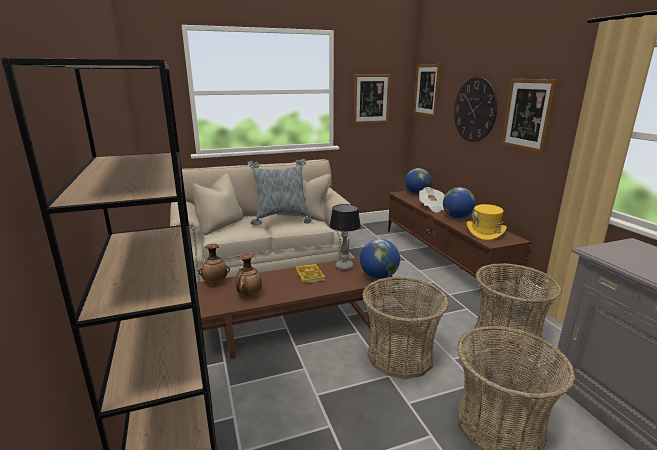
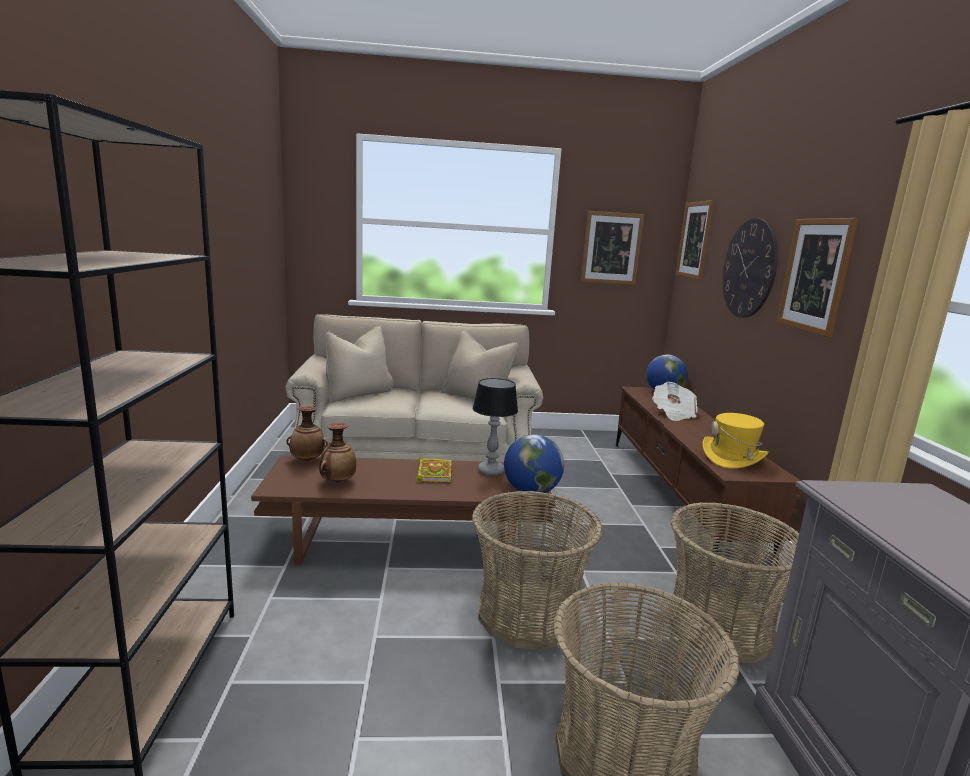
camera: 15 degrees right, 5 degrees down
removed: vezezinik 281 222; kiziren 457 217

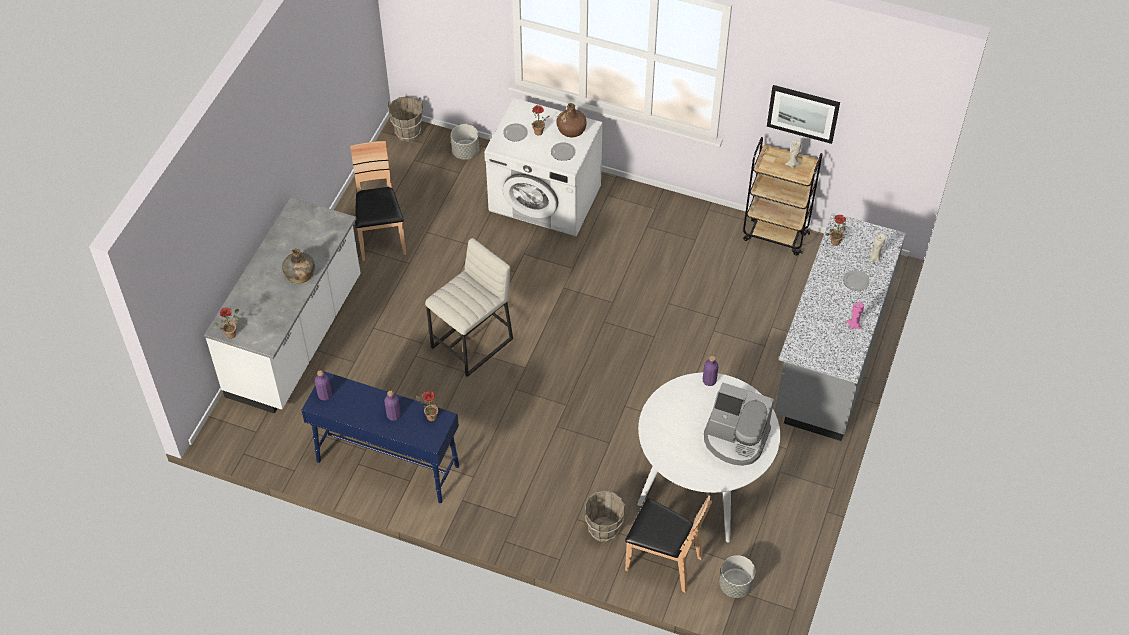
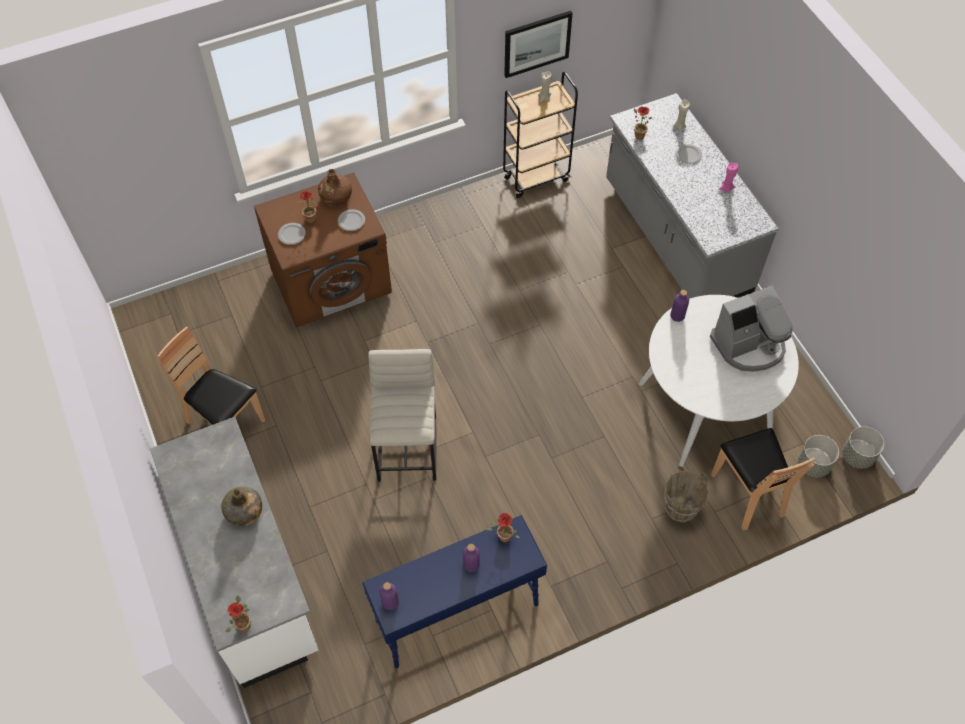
camera: 45 degrees left, 5 degrees up
removed: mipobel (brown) 408 133
moved: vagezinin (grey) 465 152 to 857 456
recoloured: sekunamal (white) 545 202 to sekunamal (brown) 333 285
turned: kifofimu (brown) 663 562 = 748 493 90 degrees clockwise

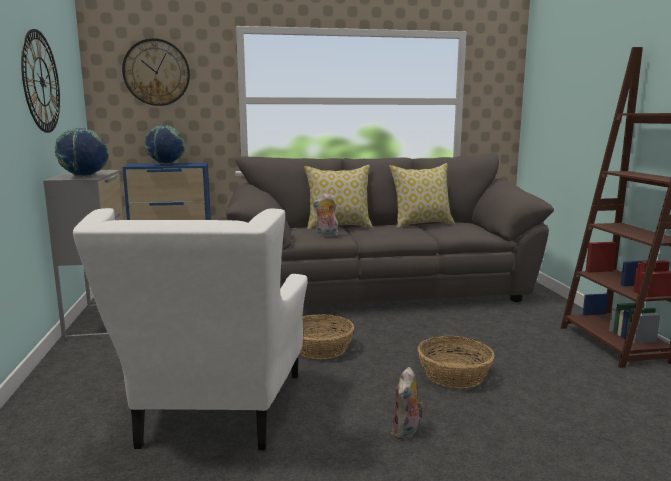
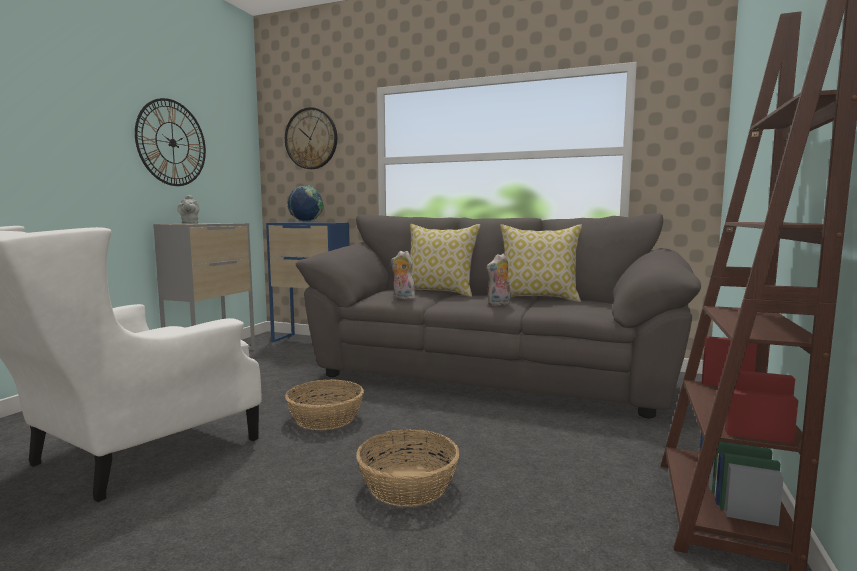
camera: 30 degrees right, 5 degrees down
moved: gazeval 406 432 to 499 304
replaced: kiziren 84 177 to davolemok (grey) 189 223

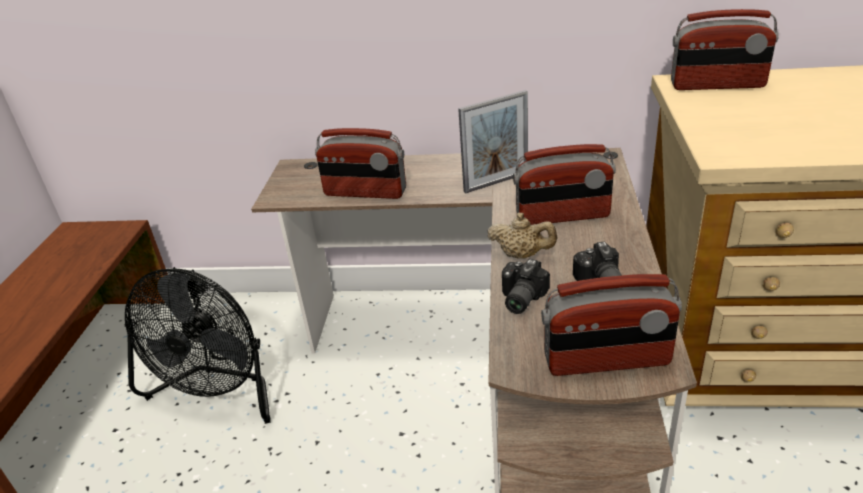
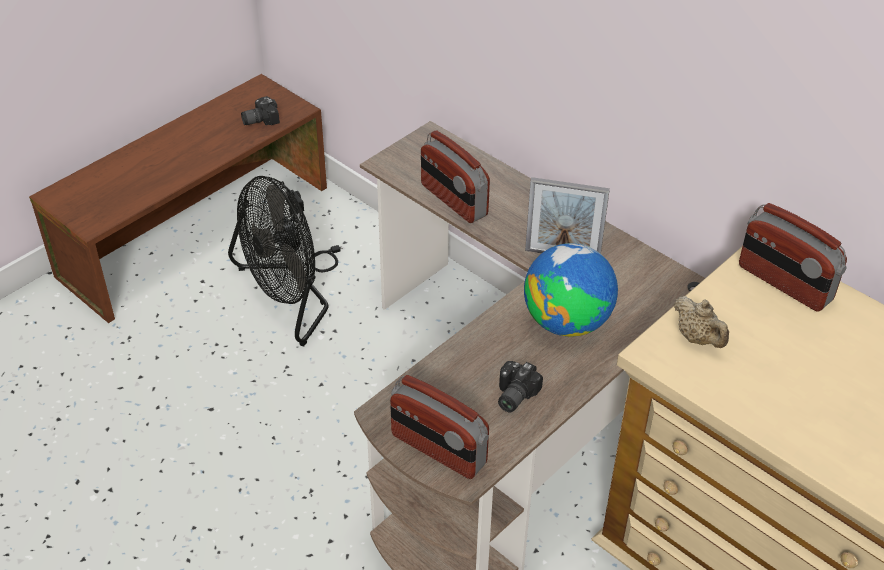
camera: 35 degrees right, 10 degrees up
moved: davolemok (beige) 522 255 to 698 338; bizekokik 519 298 to 259 119
replaced: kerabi 562 216 to kiziren 567 322

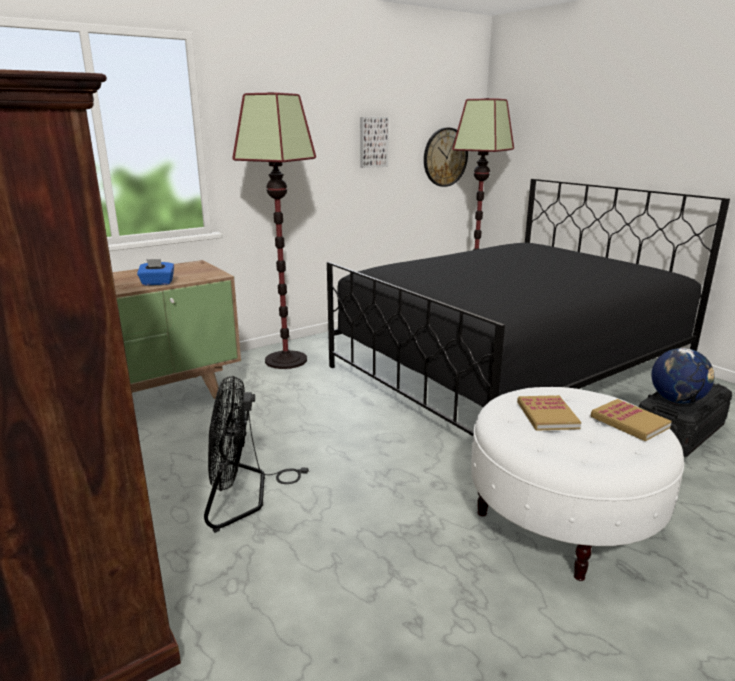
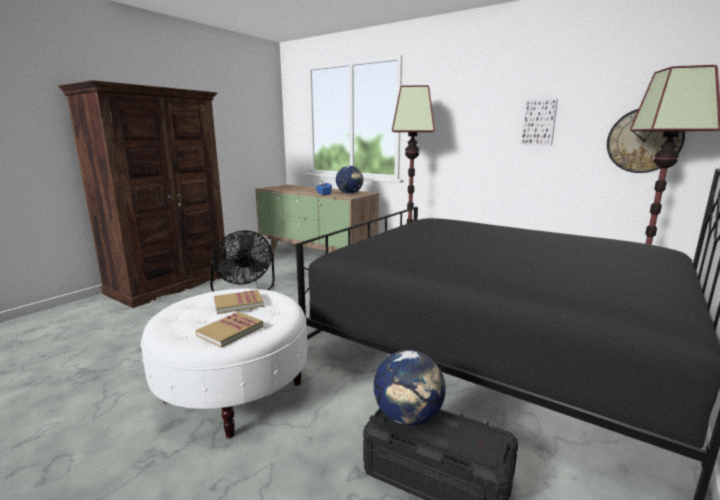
camera: 70 degrees right, 5 degrees down
added: kiziren 349 193

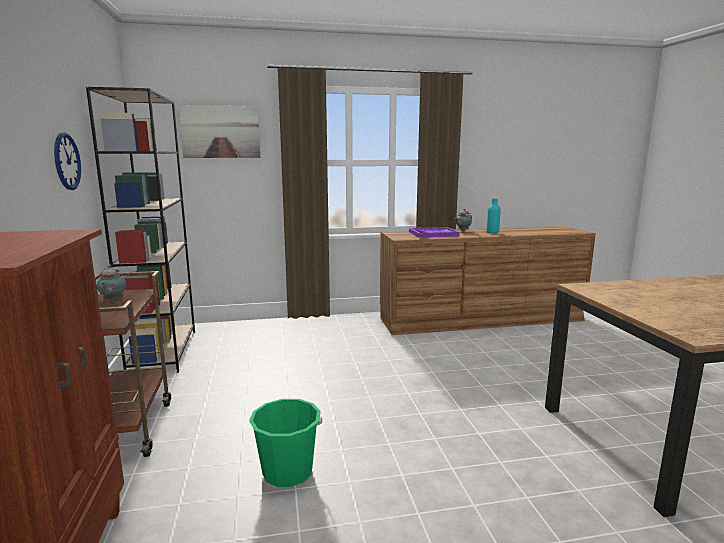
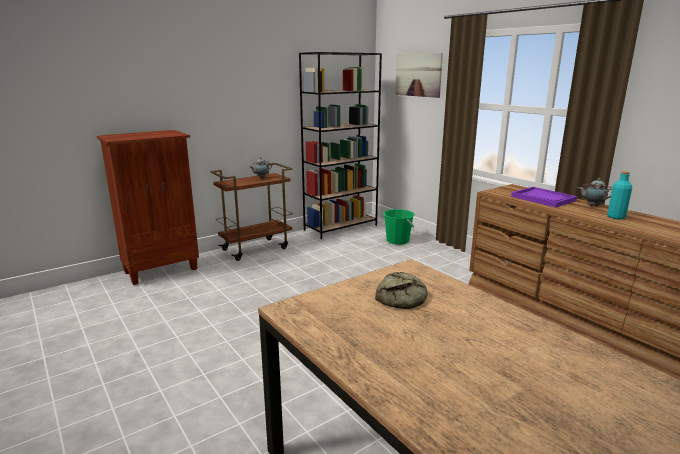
camera: 65 degrees right, 5 degrees up
removed: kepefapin 67 161
added: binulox 403 297
moved: mipobel (green) 288 471 to 397 241

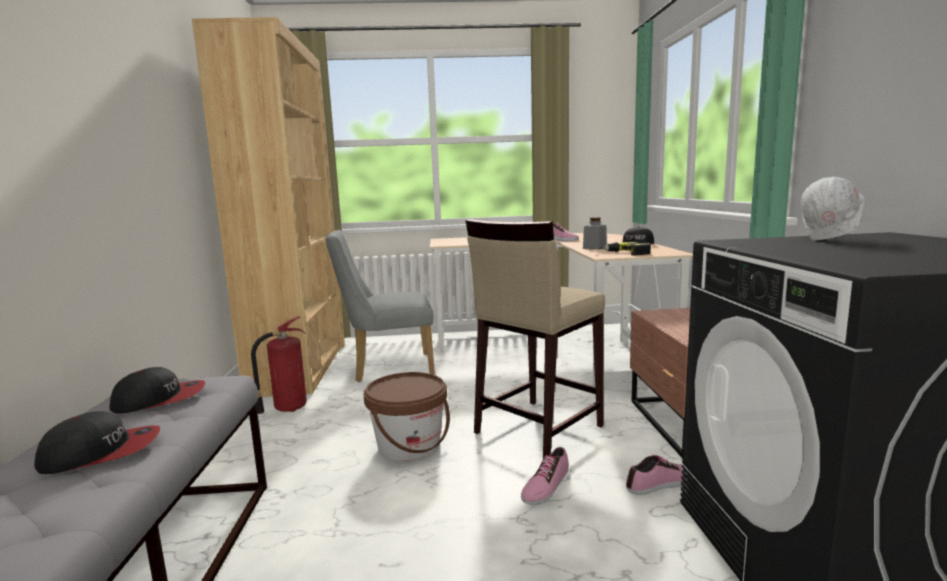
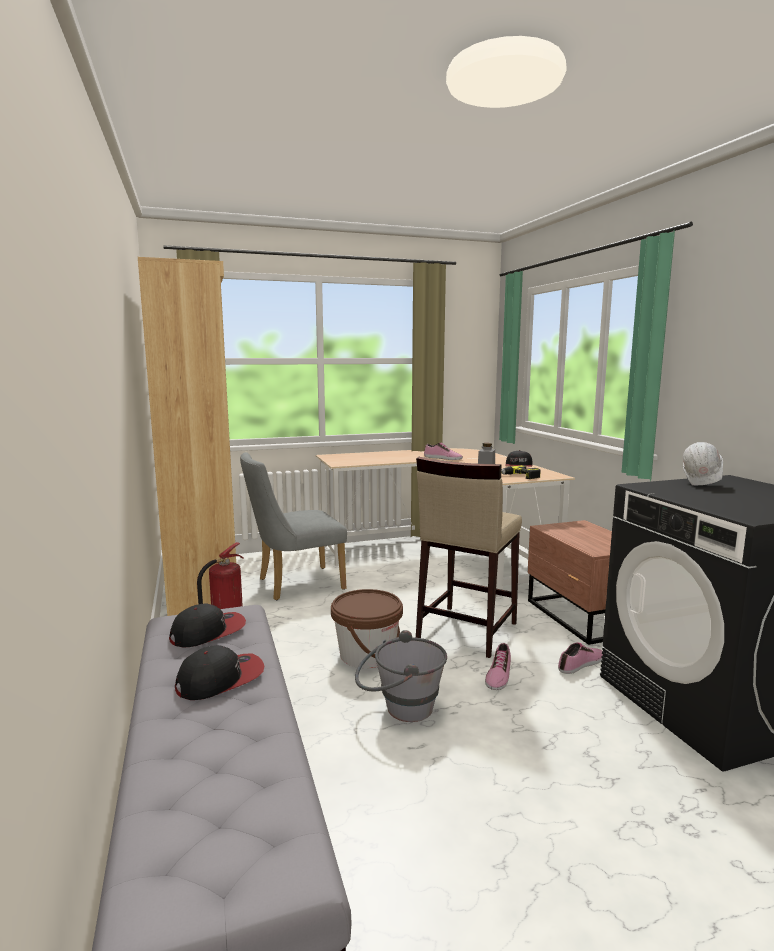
camera: 15 degrees left, 0 degrees up
added: mipobel (grey) 399 708

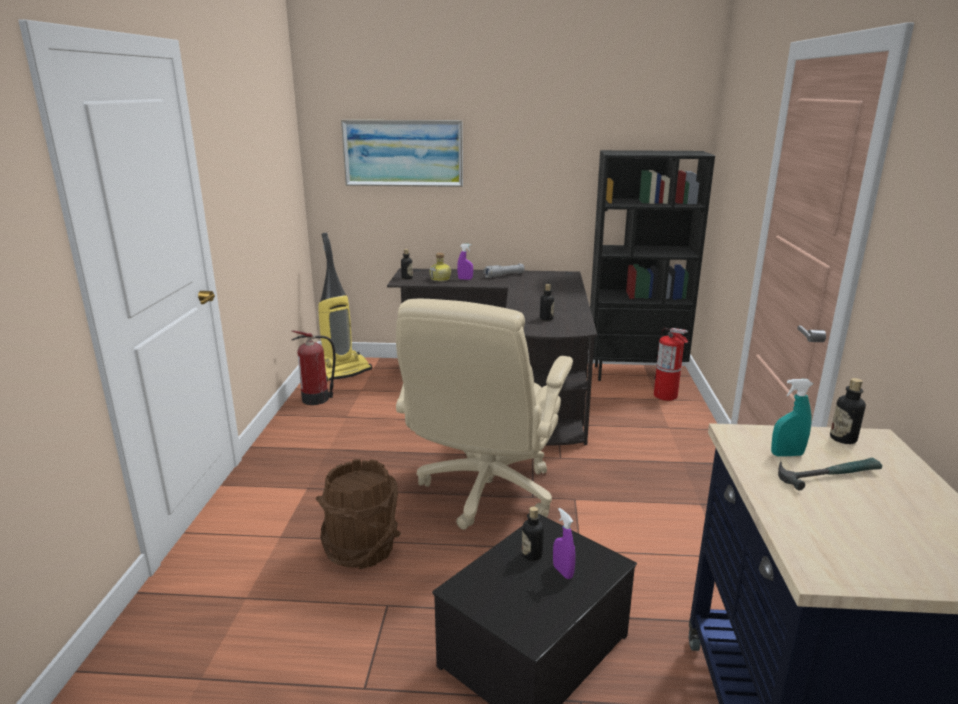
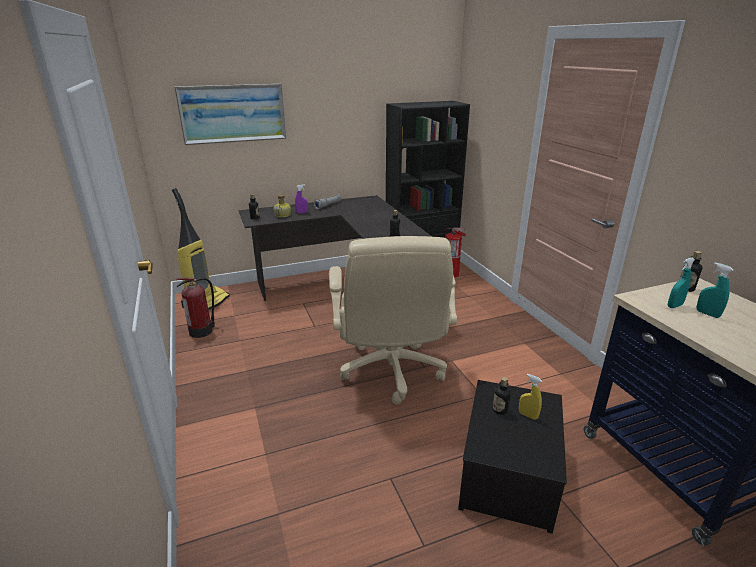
camera: 25 degrees left, 5 degrees up
removed: mipobel (brown) 362 549
replaced: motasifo 827 475 to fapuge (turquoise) 707 314
recoloured: fapuge (purple) 563 571 to fapuge (yellow) 528 415

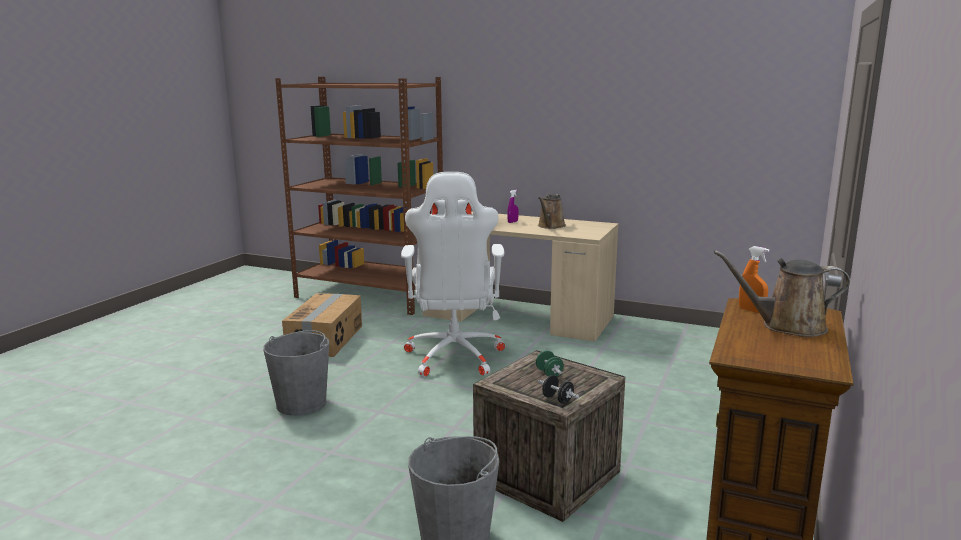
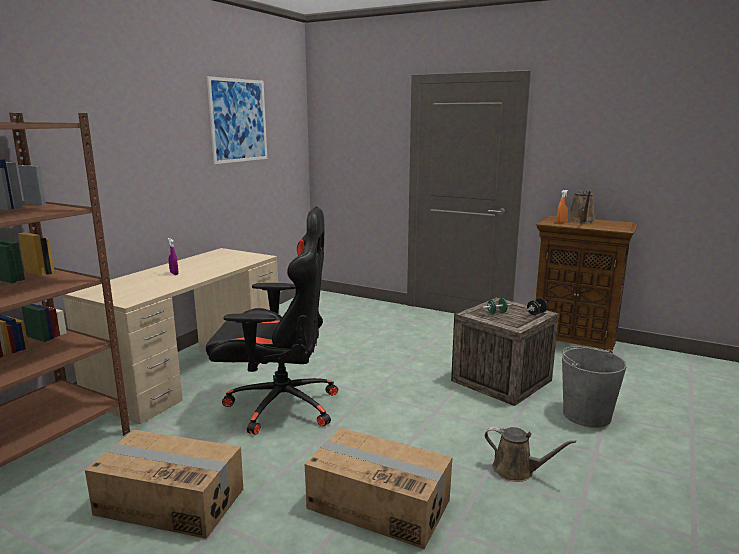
camera: 85 degrees left, 0 degrees up
added: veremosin 238 120
moved: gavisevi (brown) 550 226 to 517 471
replaced: mipobel (grey) 302 403 to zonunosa 379 503
recoloured: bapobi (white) 454 353 to bapobi (black) 274 406

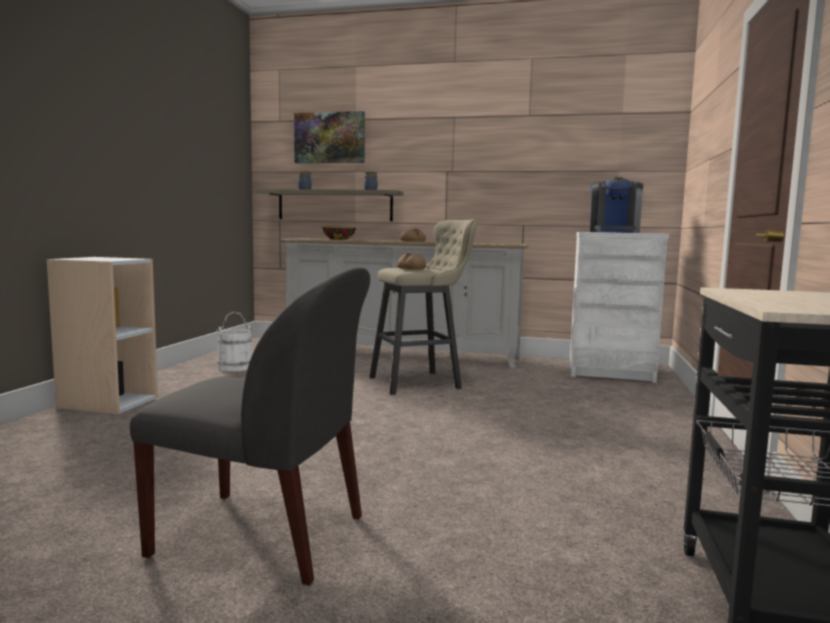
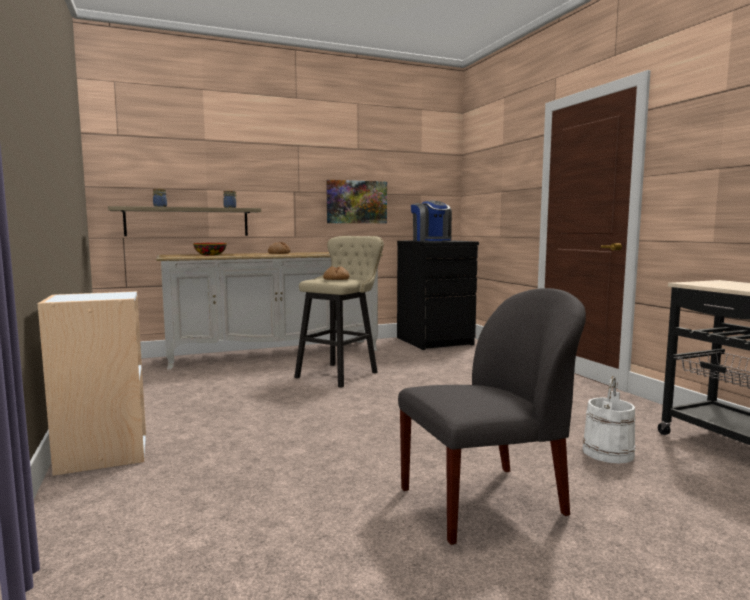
camera: 35 degrees left, 0 degrees up
moved: mipobel (white) 235 367 to 607 452; veremosin 329 138 to 356 202
recoloured: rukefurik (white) 610 370 to rukefurik (black) 435 341

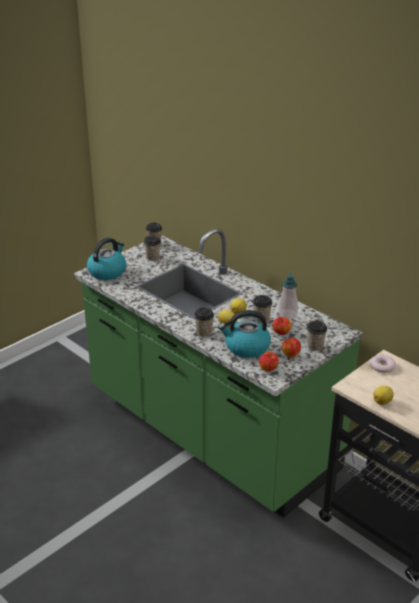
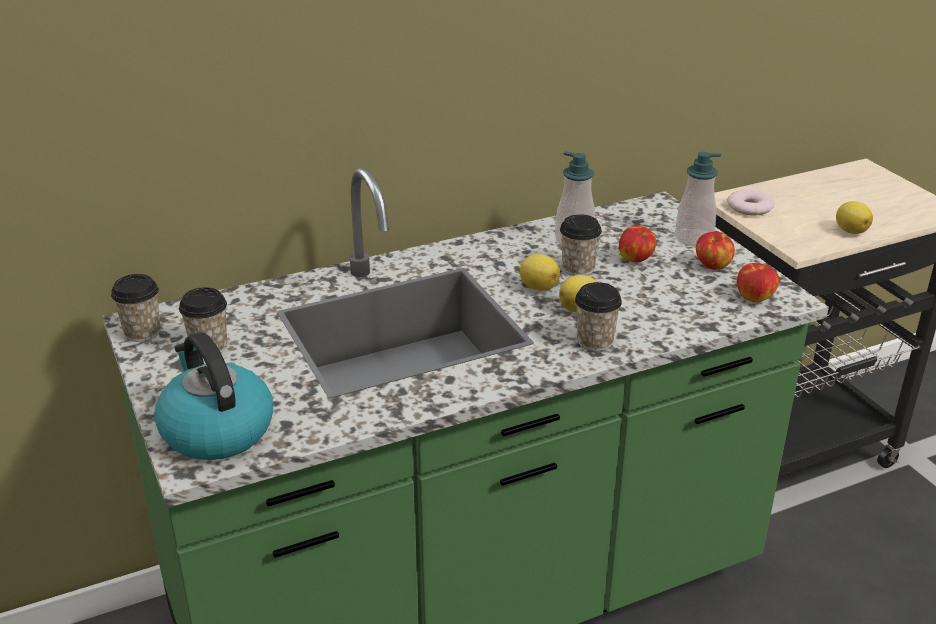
camera: 70 degrees left, 0 degrees up
removed: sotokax 246 347
replaced: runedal 315 346 to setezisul 693 238

